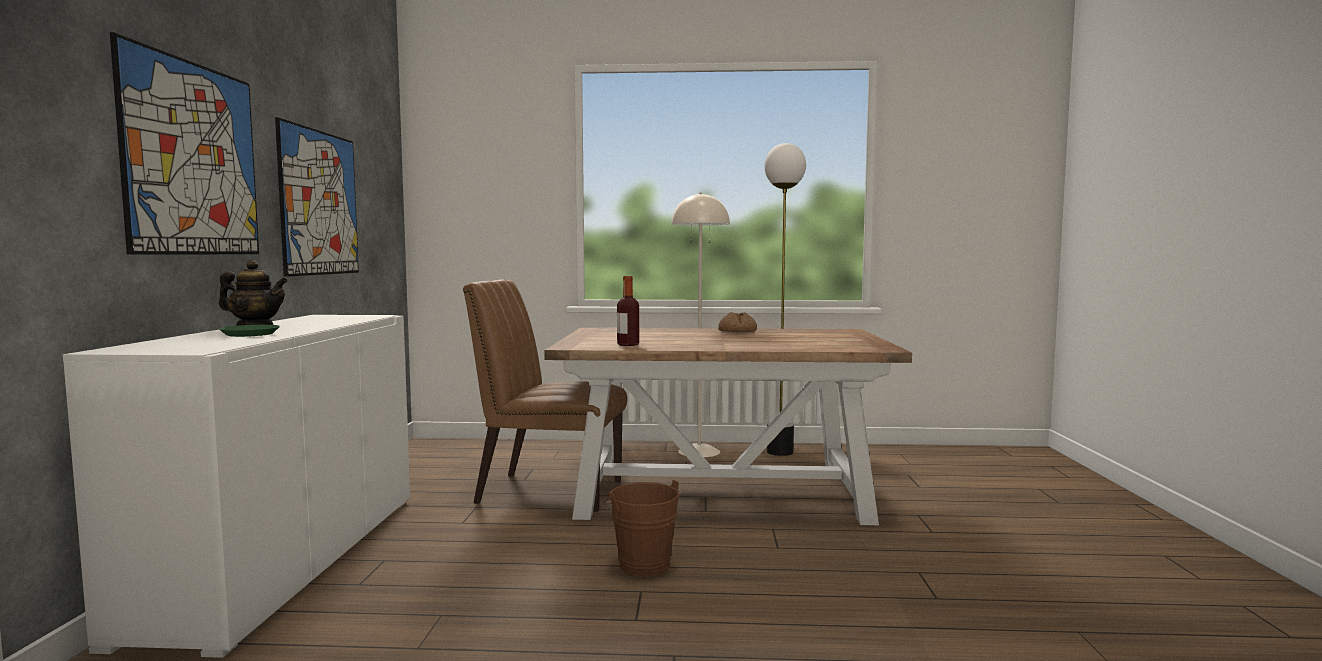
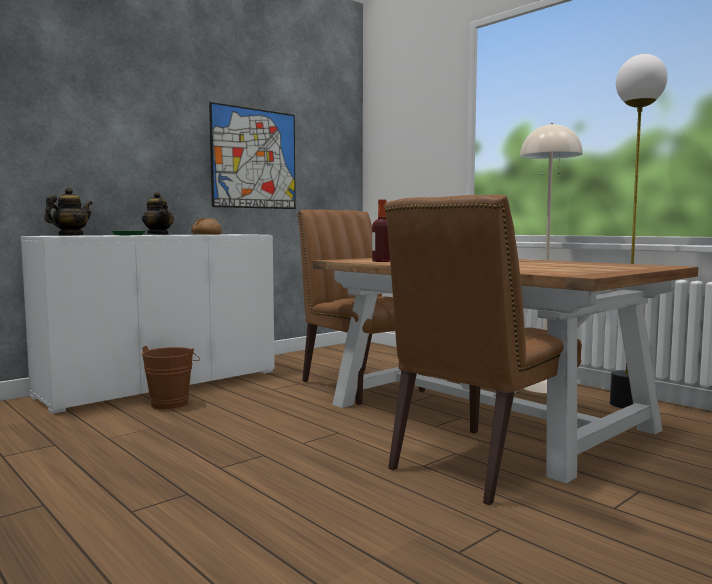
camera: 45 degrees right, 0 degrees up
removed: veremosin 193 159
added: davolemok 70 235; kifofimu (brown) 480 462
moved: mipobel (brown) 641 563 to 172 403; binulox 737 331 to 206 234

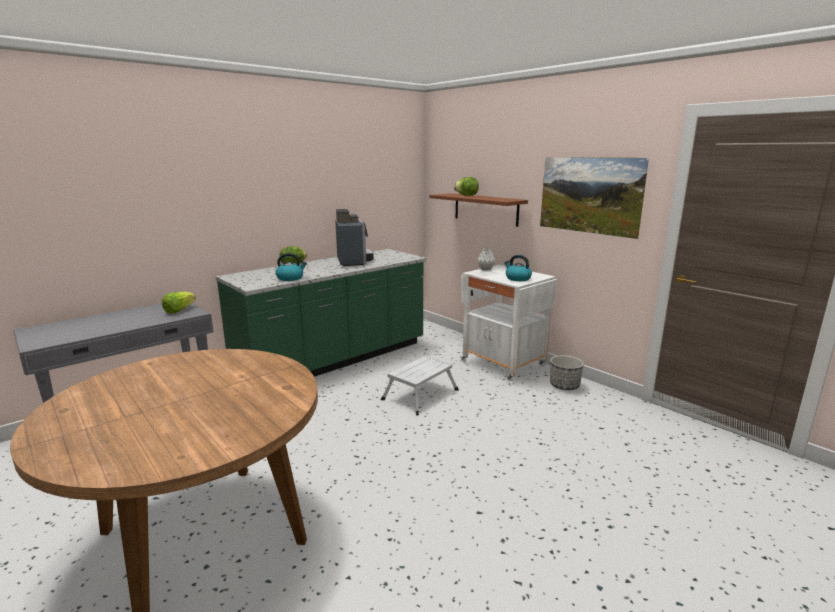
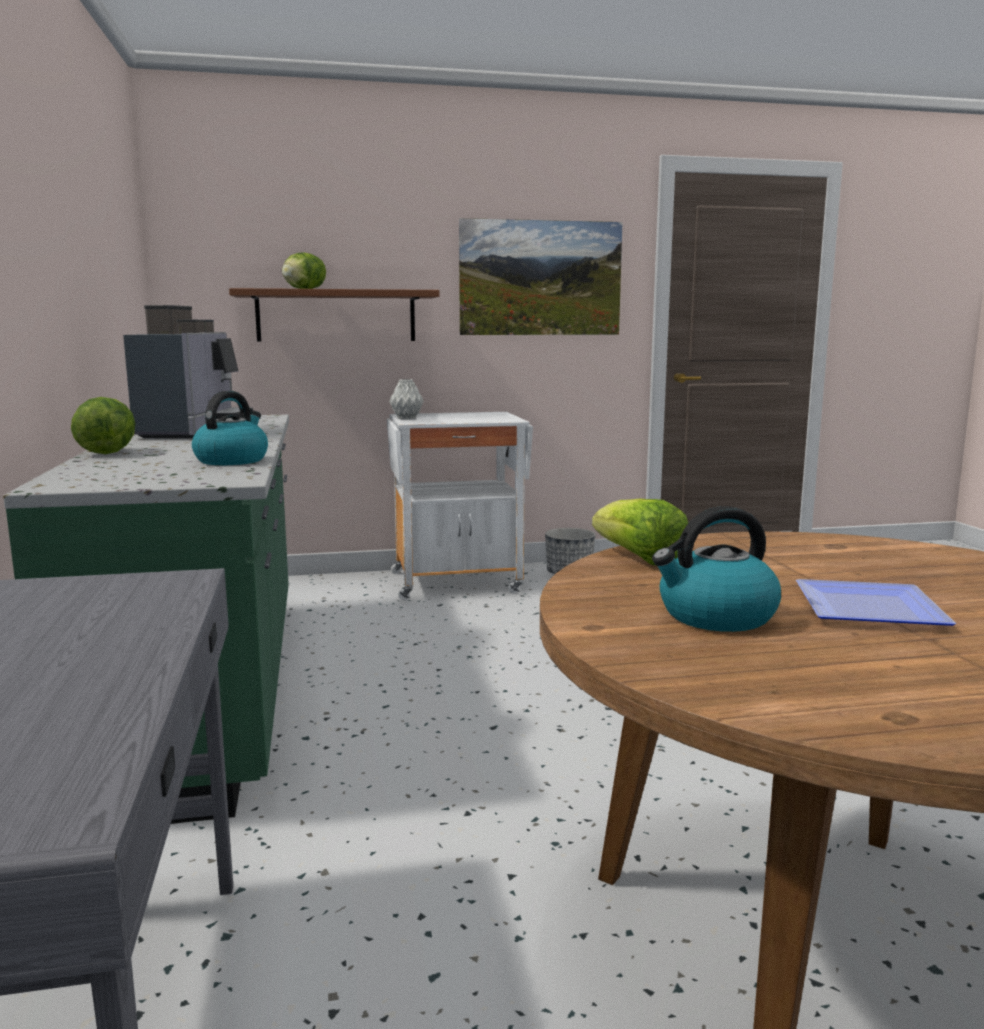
camera: 60 degrees left, 5 degrees down
removed: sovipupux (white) 420 394
added: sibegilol 872 608
moved: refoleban 179 310 to 639 559; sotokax 517 278 to 715 616
turned: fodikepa 354 261 = 194 432 75 degrees clockwise

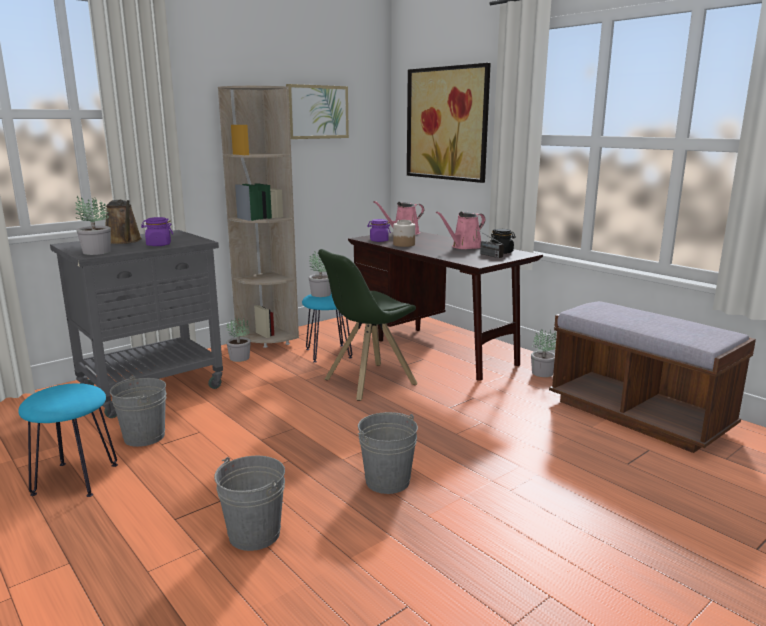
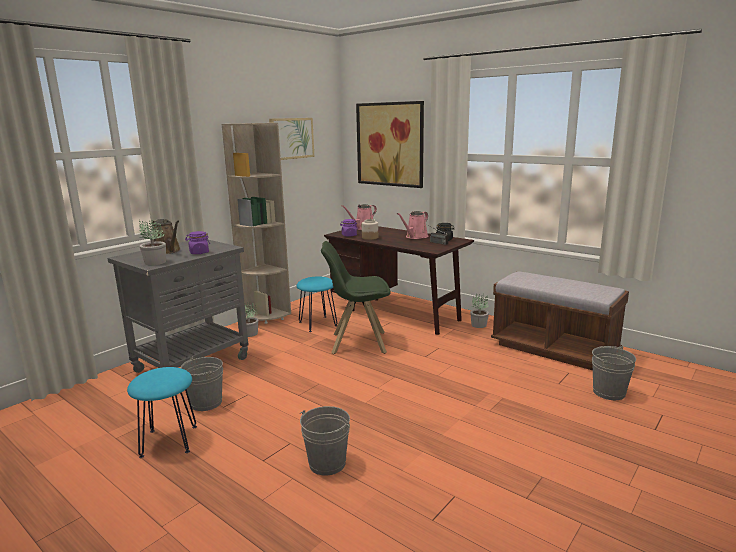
camera: 10 degrees left, 0 degrees up
removed: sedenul 320 294
moved: mipobel (grey) 387 481 to 609 392
turned: kifofimu (green) 369 381 = 358 343 45 degrees clockwise

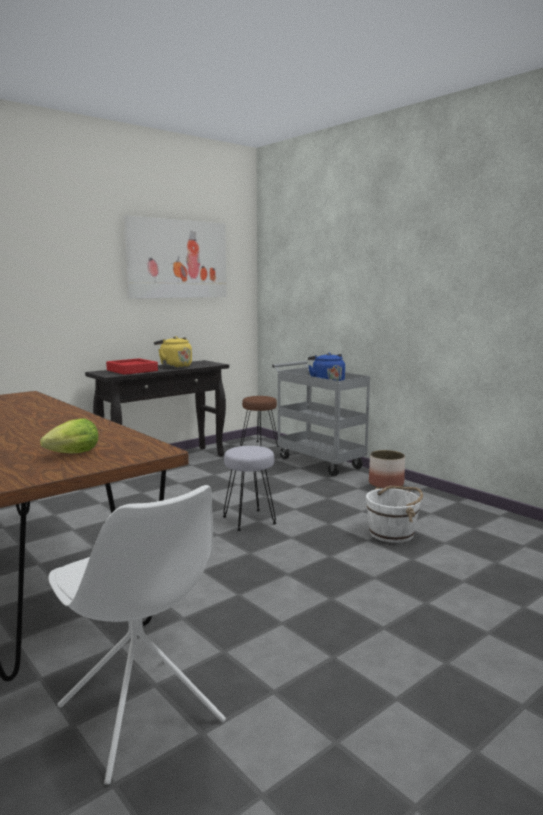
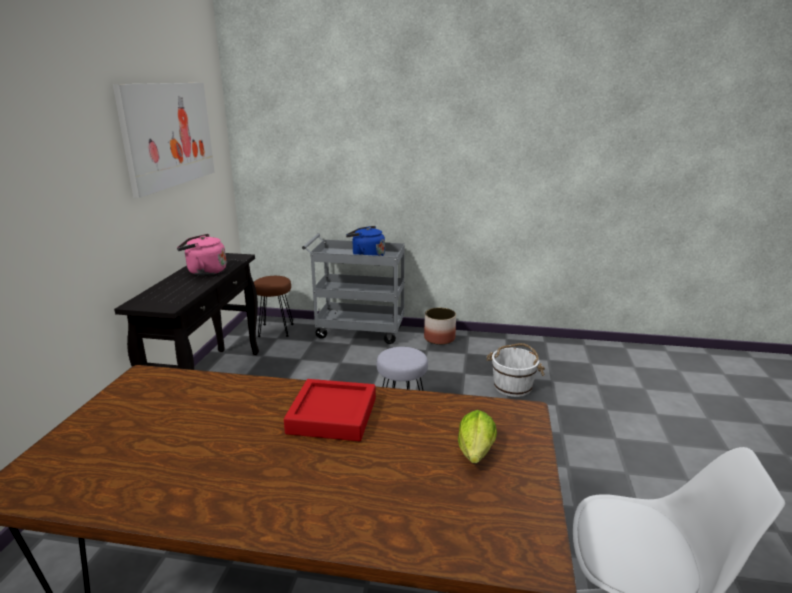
camera: 40 degrees left, 10 degrees up
moved: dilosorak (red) 132 370 to 332 416
recoloured: sotokax (yellow) 174 366 to sotokax (pink) 204 271

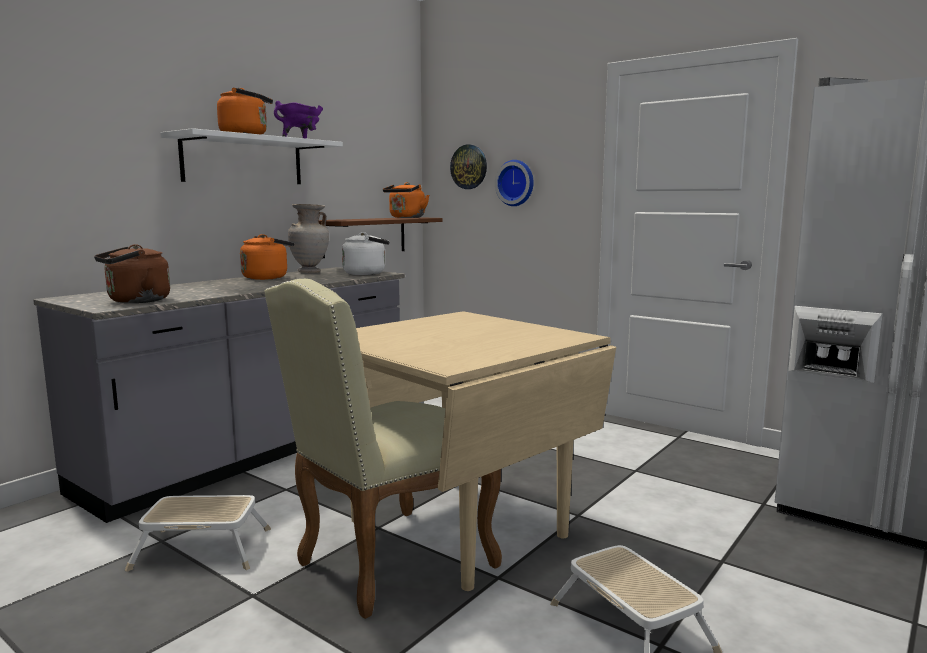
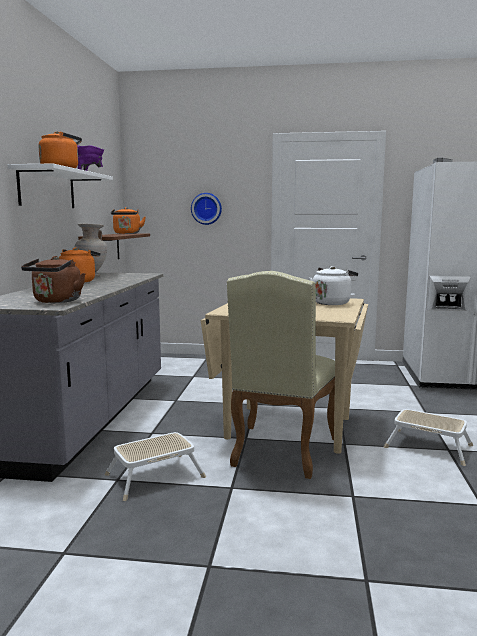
camera: 30 degrees left, 0 degrees up
removed: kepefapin 469 167
moved: sotokax (white) 367 273 to 332 303

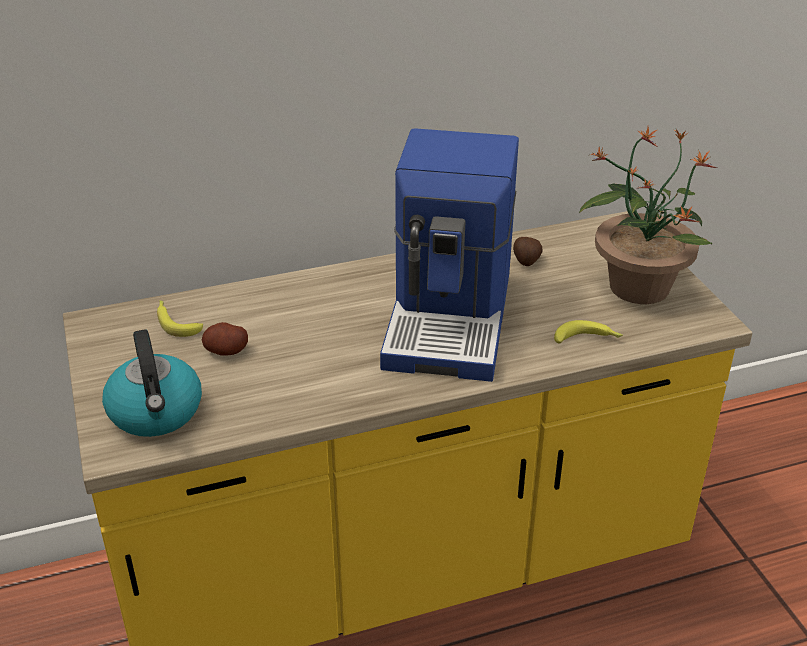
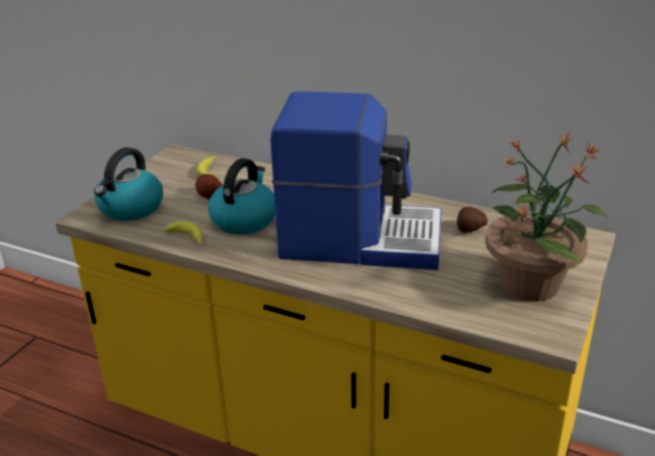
camera: 45 degrees right, 5 degrees down
added: sotokax 244 219
moved: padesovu 587 339 to 188 239
turned: fodikepa 451 318 = 360 239 135 degrees counterclockwise

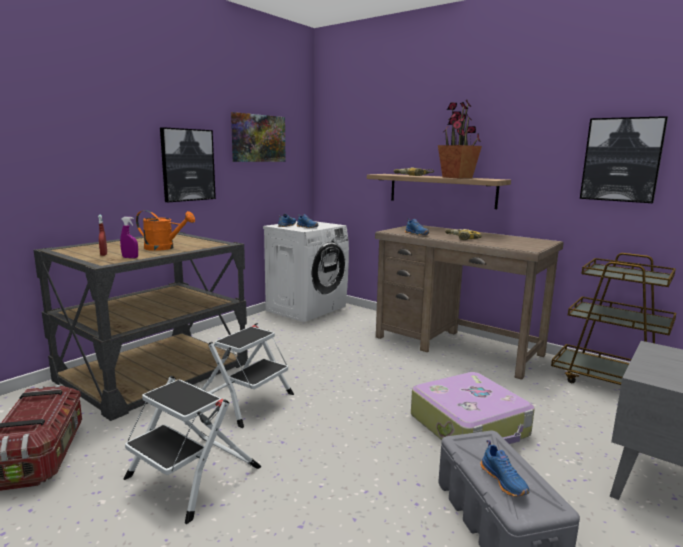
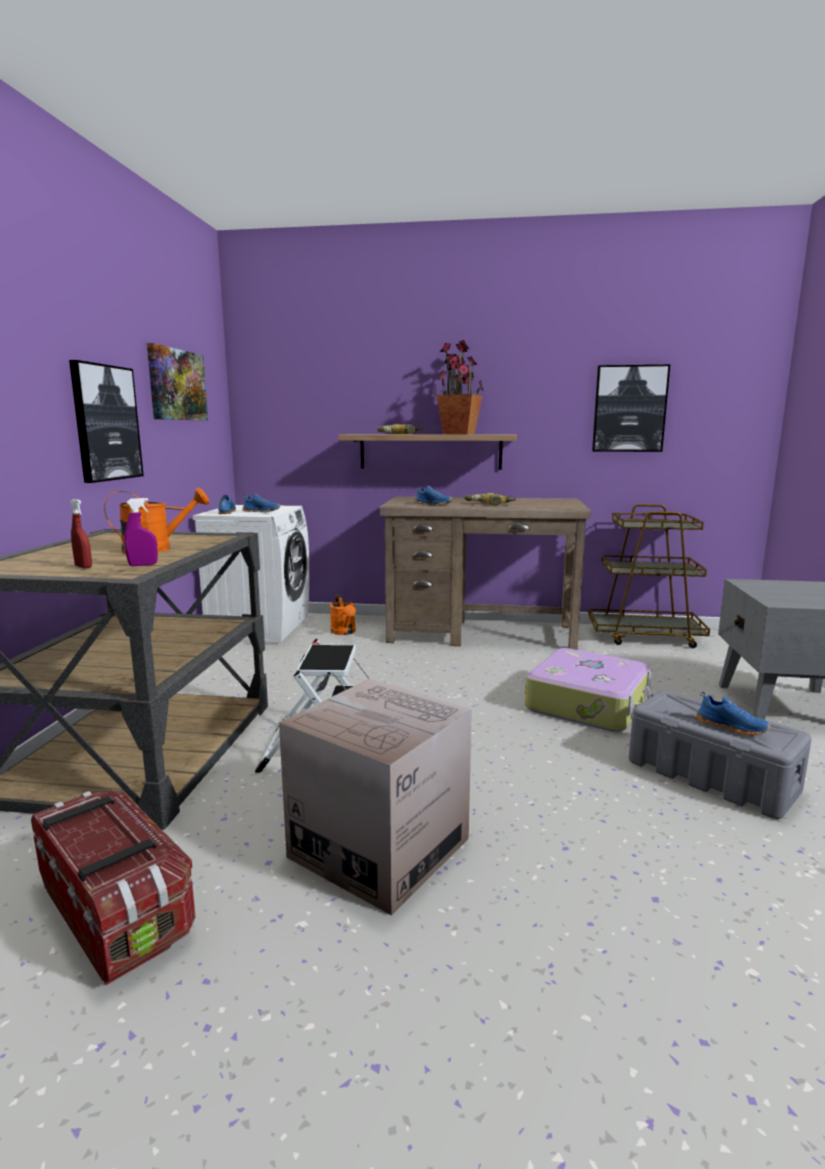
camera: 30 degrees left, 0 degrees up
added: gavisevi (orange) 344 632
replaced: sovipupux 193 475 to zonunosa 379 847

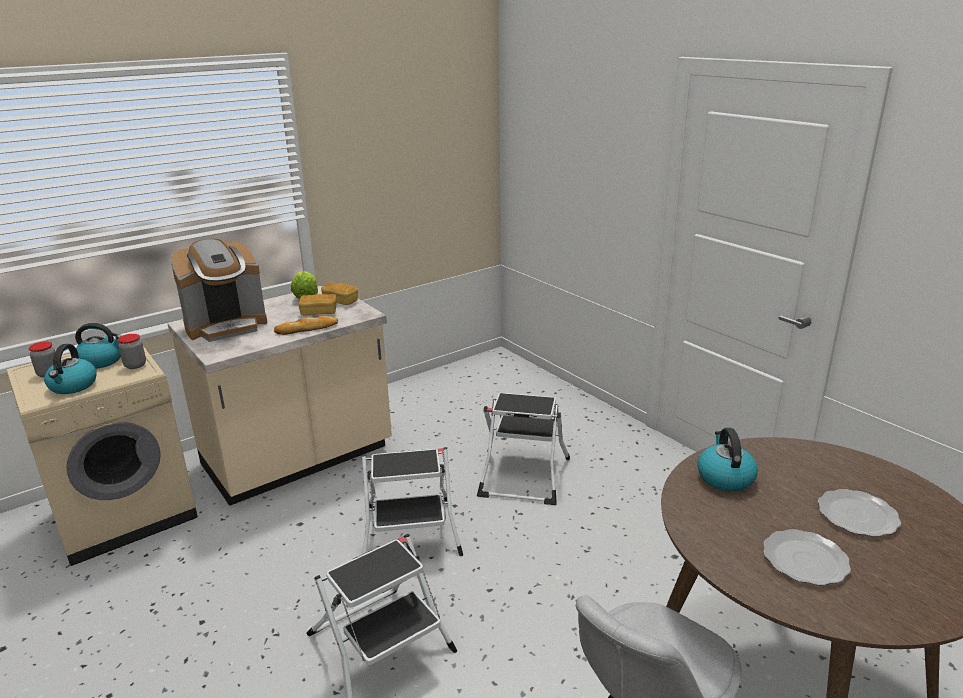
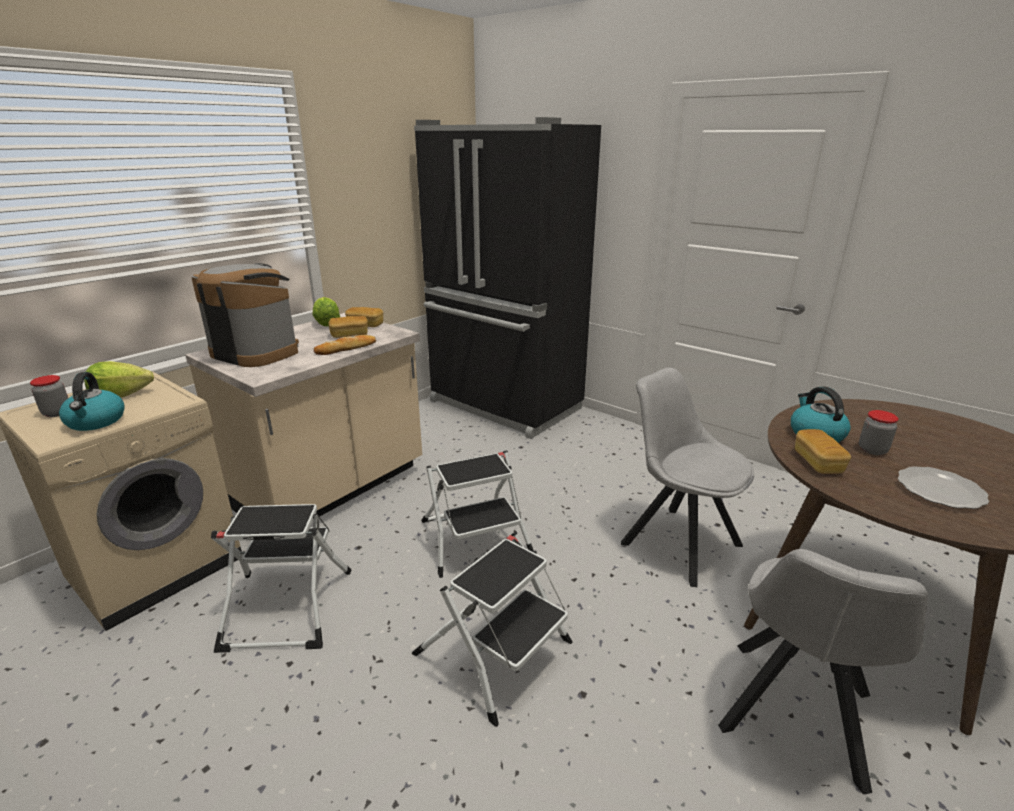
camera: 15 degrees left, 0 degrees up
removed: sibegilol 858 515
added: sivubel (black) 504 406; kifofimu (grey) 678 542; binulox 817 462
moved: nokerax 135 365 to 872 450; sovipupux 523 474 to 286 605
replaced: sotokax 102 361 to refoleban 121 395
turned: fodikepa 226 326 = 256 352 105 degrees counterclockwise

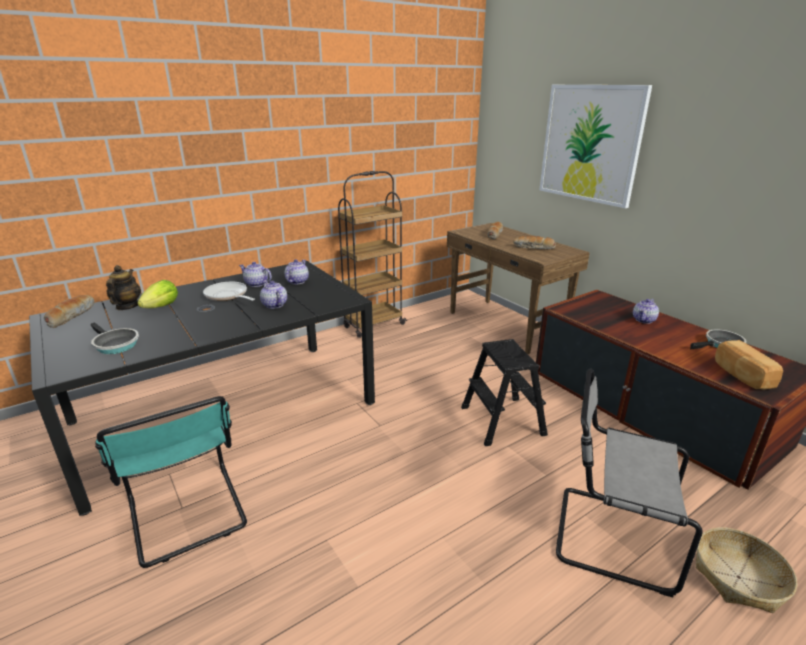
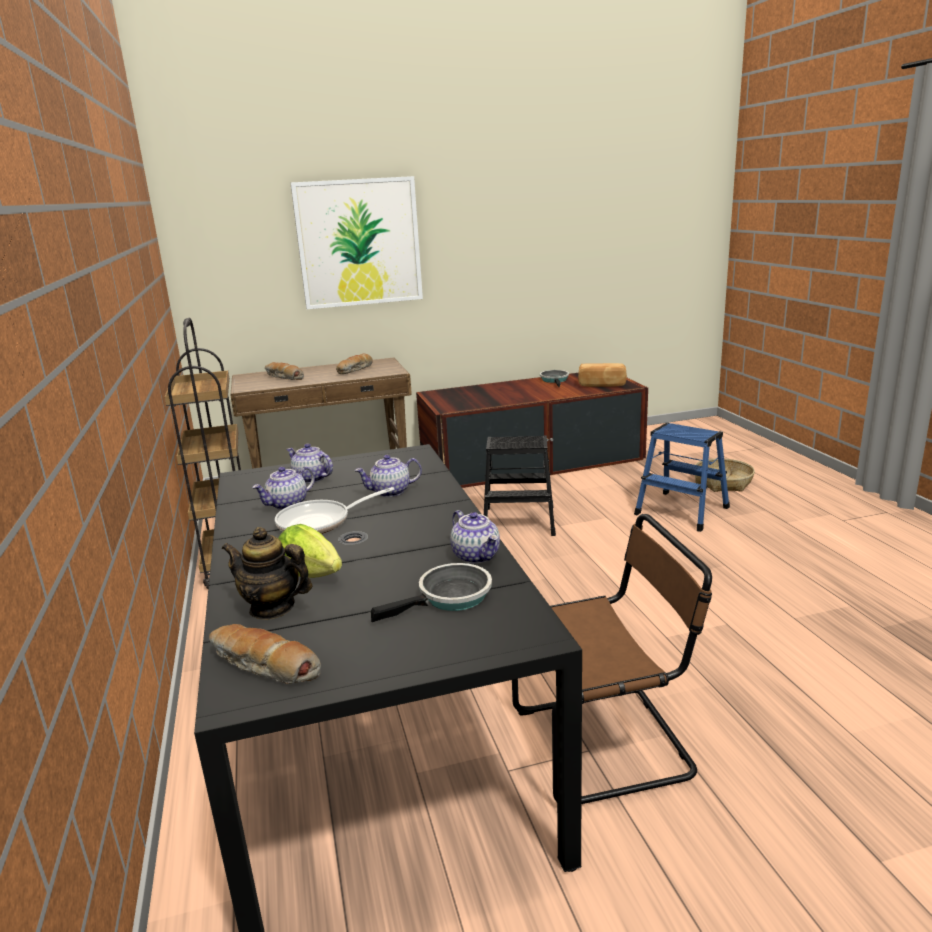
camera: 70 degrees left, 5 degrees down
moved: davolemok 644 320 to 476 556
replaced: kifofimu (grey) 609 535 to sovipupux (blue) 681 510
recoloured: kifofimu (turquoise) 188 516 to kifofimu (brown) 608 742

